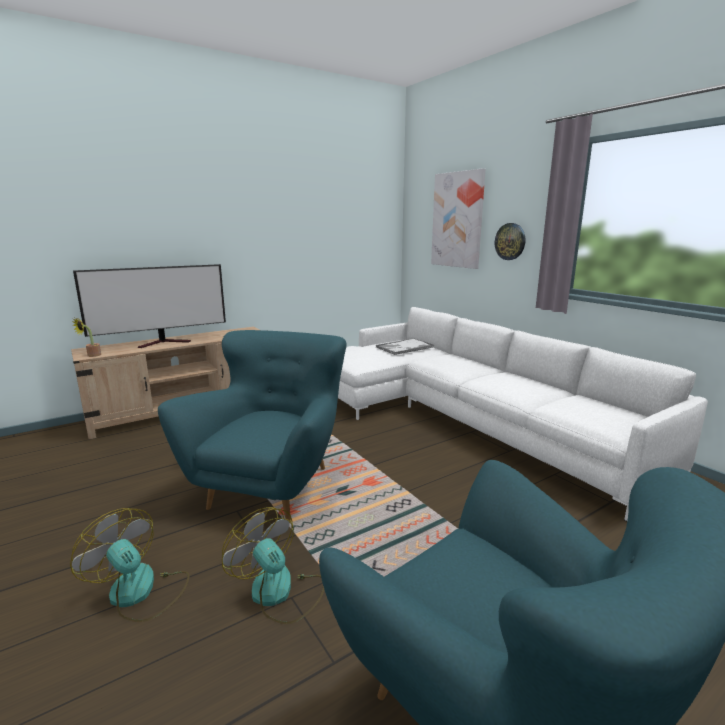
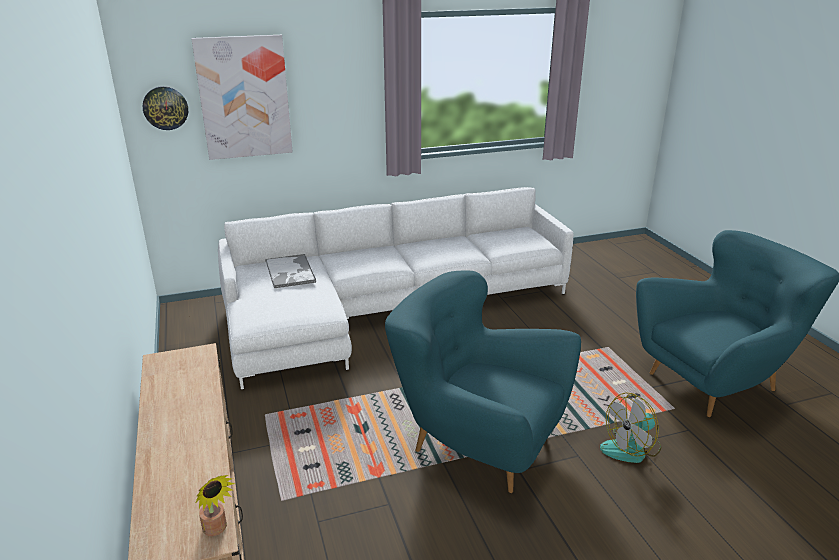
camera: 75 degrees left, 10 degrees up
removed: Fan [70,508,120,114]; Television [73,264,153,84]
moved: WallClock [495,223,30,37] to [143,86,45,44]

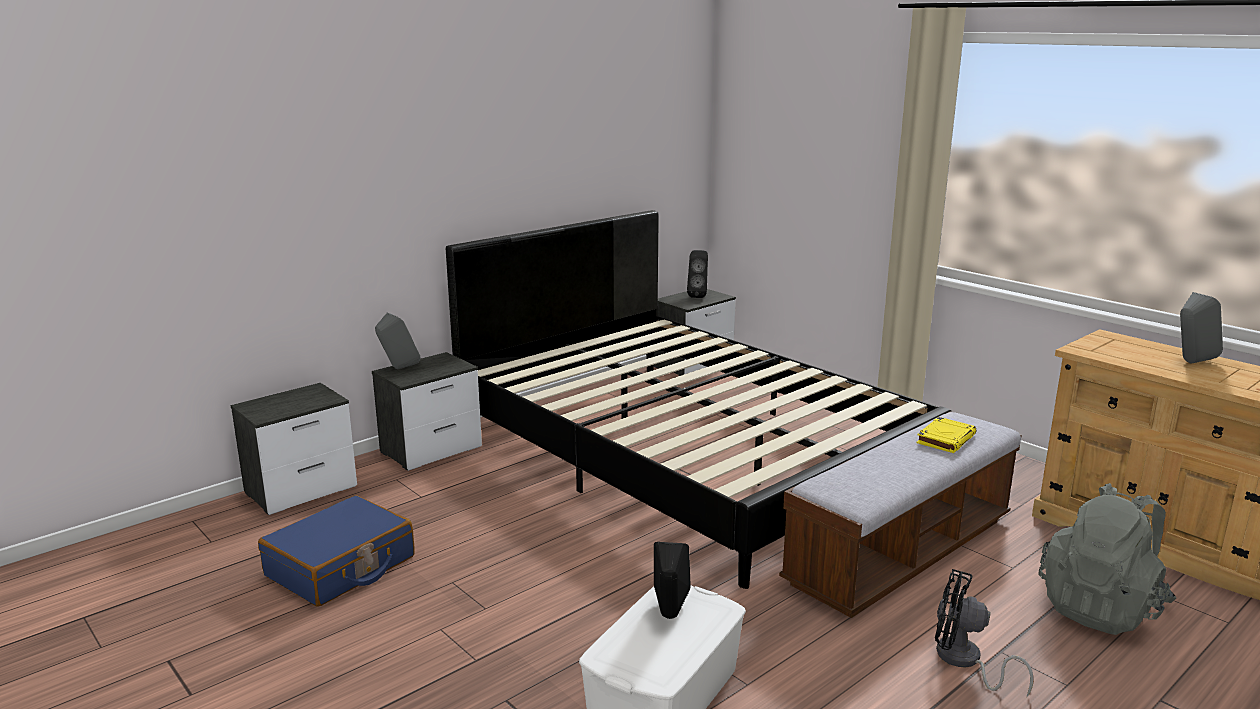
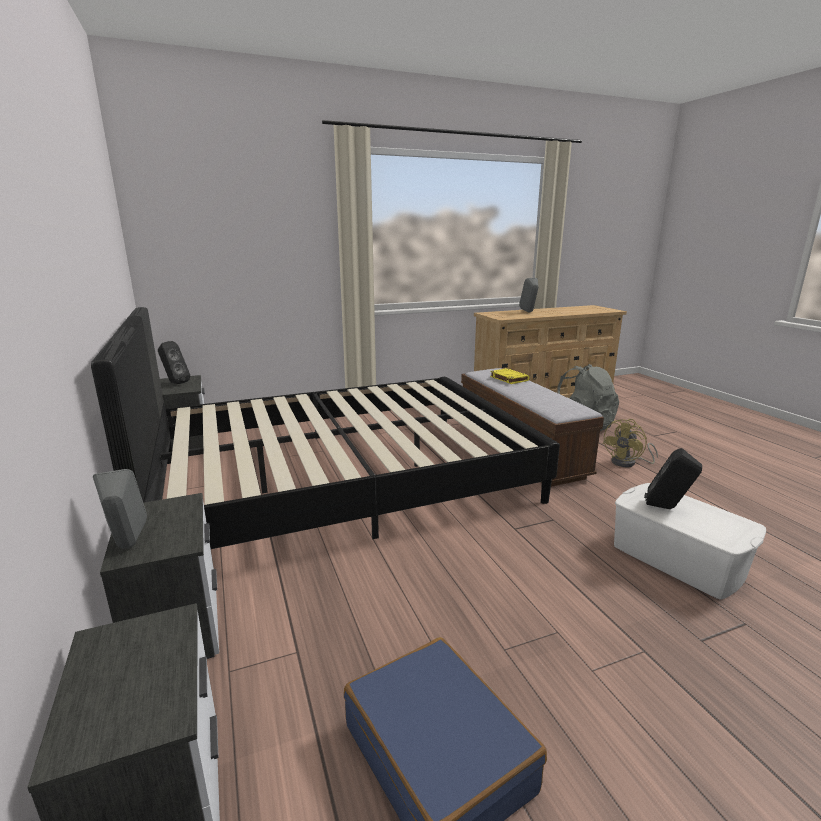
camera: 70 degrees left, 0 degrees up
recoloured: BlackishFan [935,569,99,128] to YellowColouredFan [602,419,56,48]

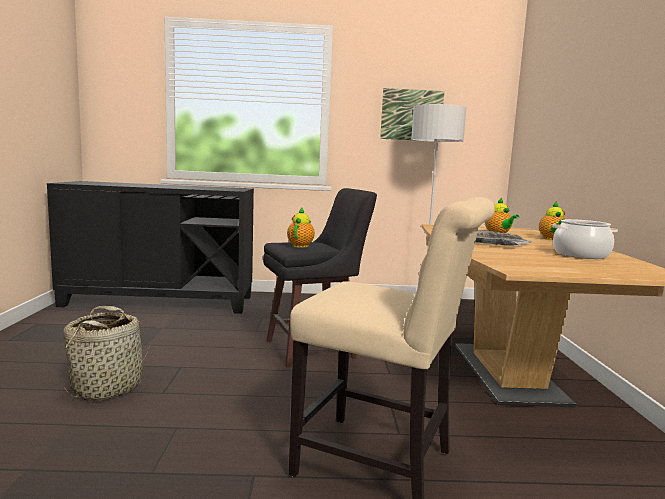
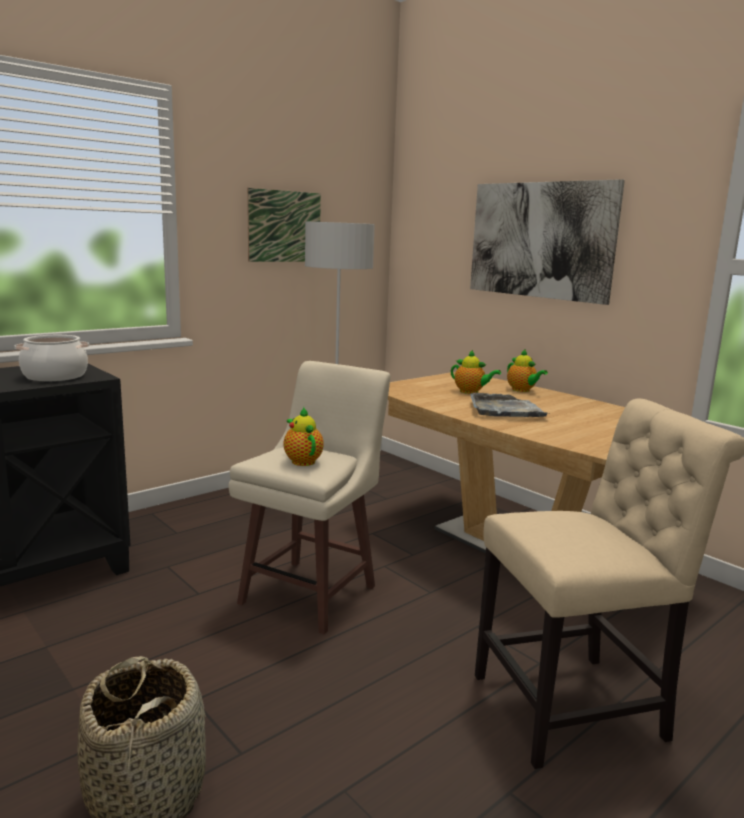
camera: 40 degrees left, 5 degrees up
added: WallArt [470,179,155,126]
moved: CookingPot [553,219,65,40] to [14,335,75,47]
recoloured: BlackishStoolSeat [263,188,114,179] to BeigeStoolSeat [228,361,162,273]

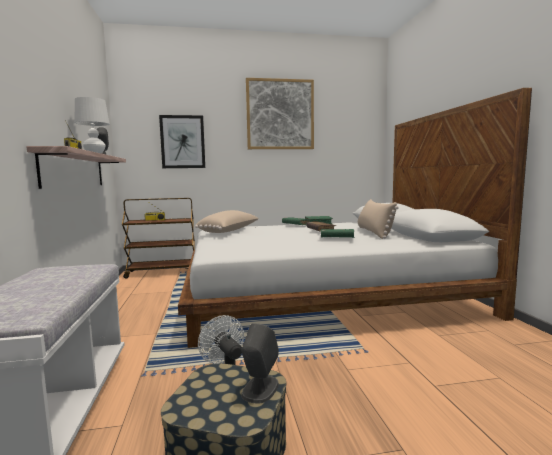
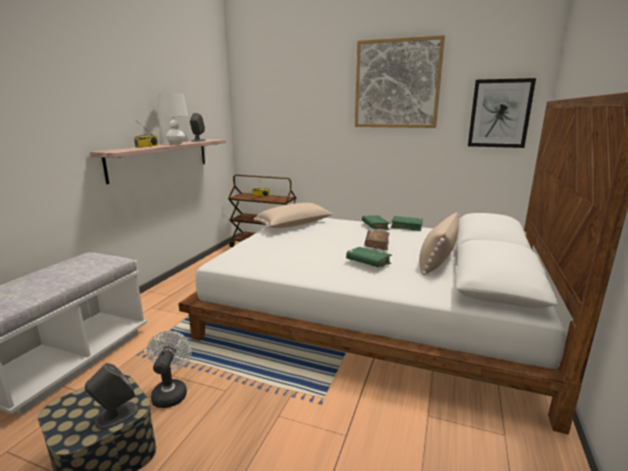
camera: 30 degrees right, 10 degrees up
moved: WallArt [159,115,46,53] to [468,78,68,70]

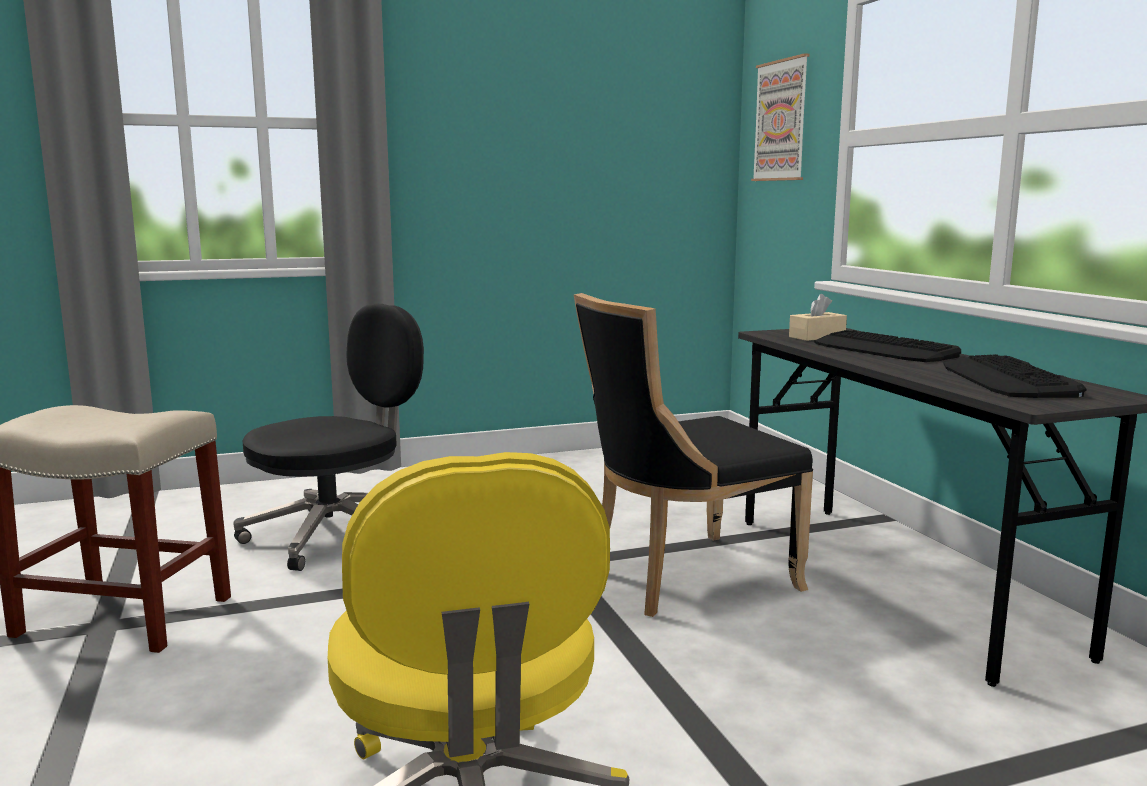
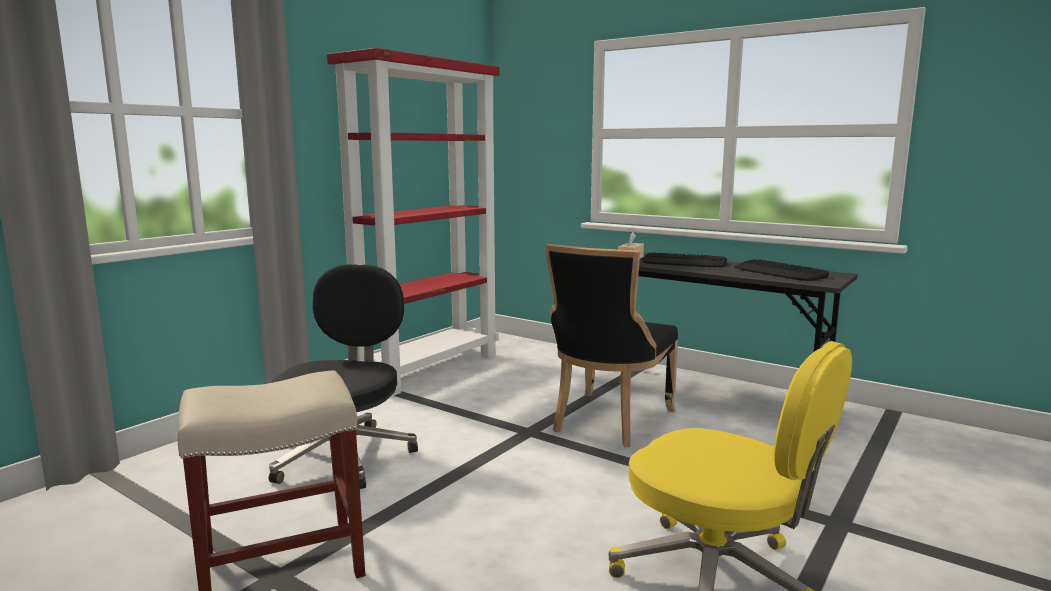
camera: 35 degrees left, 0 degrees up
removed: WallArt [751,53,59,128]
added: ReddishShelvingUnit [327,48,173,349]

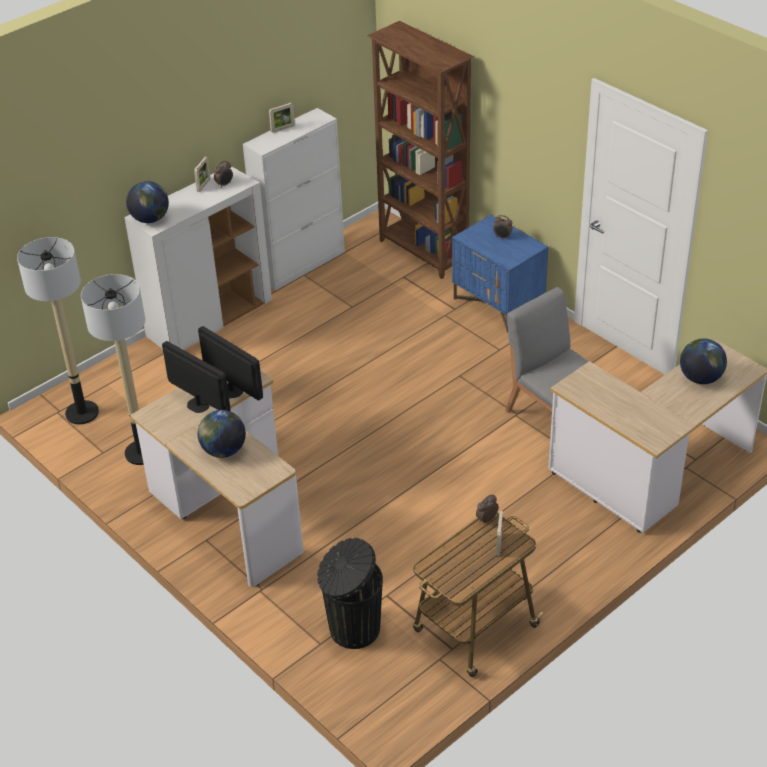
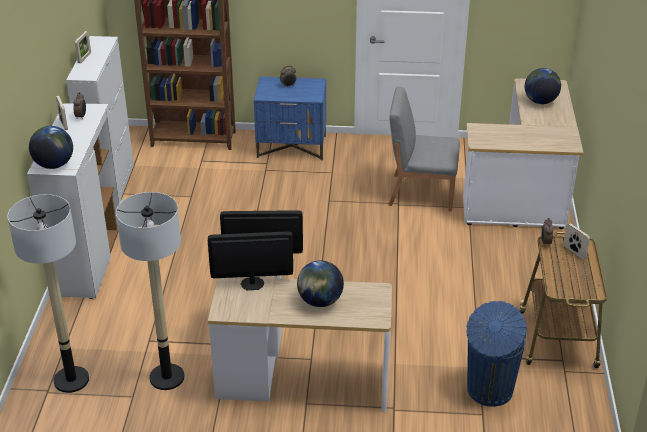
camera: 45 degrees left, 5 degrees down
recoloured: BlackishWasteBin [317,538,66,111] to BluishWasteBin [466,301,61,106]

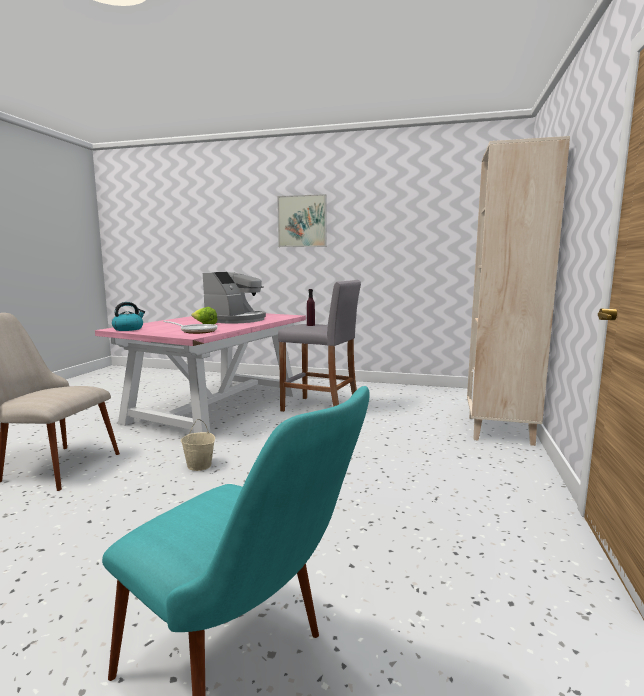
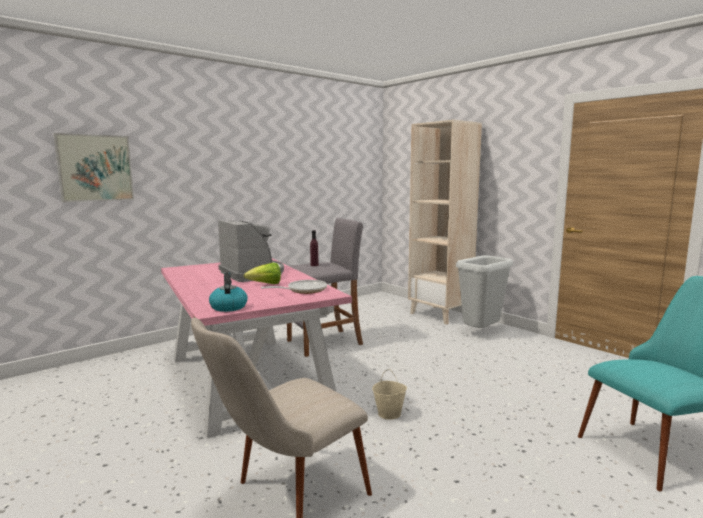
camera: 55 degrees left, 0 degrees up
added: GreyWasteBin [456,255,57,73]
moved: WallArt [277,194,50,53] to [54,133,80,69]

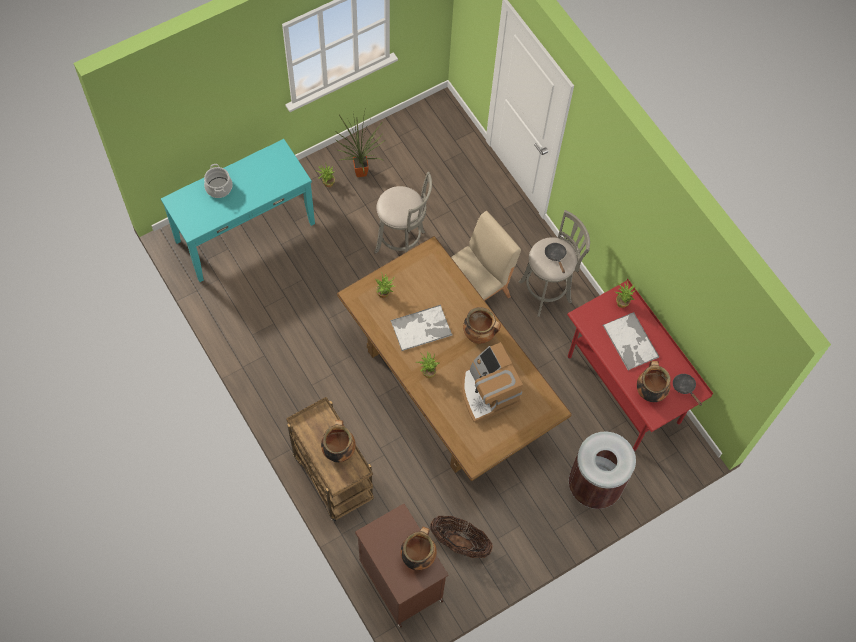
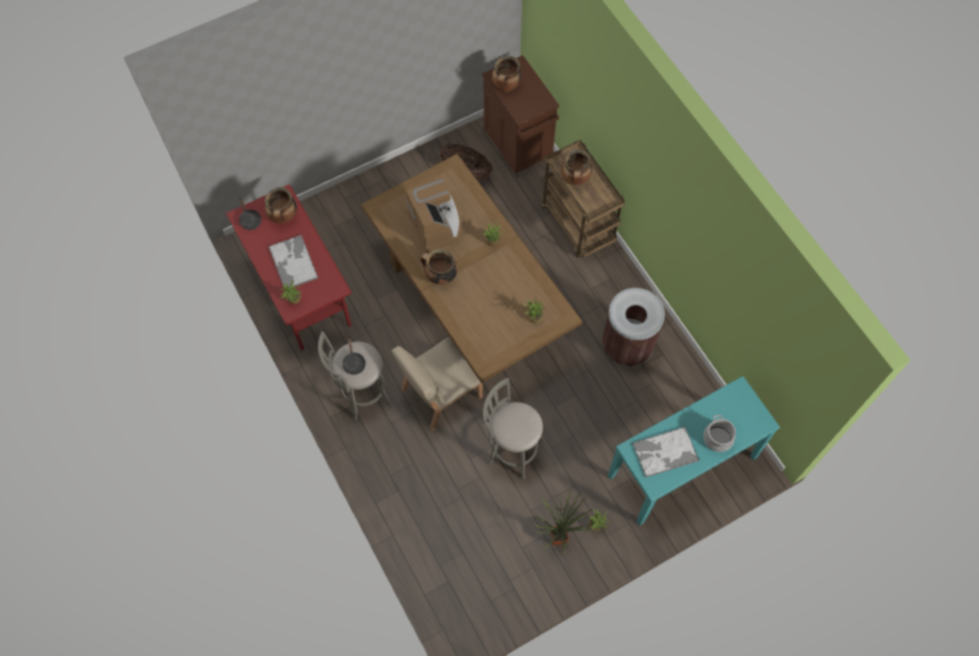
camera: 175 degrees left, 0 degrees up
moved: CarryingTray [390,305,62,46] to [633,427,66,50]; BrownishWasteBin [569,431,67,78] to [602,288,63,78]

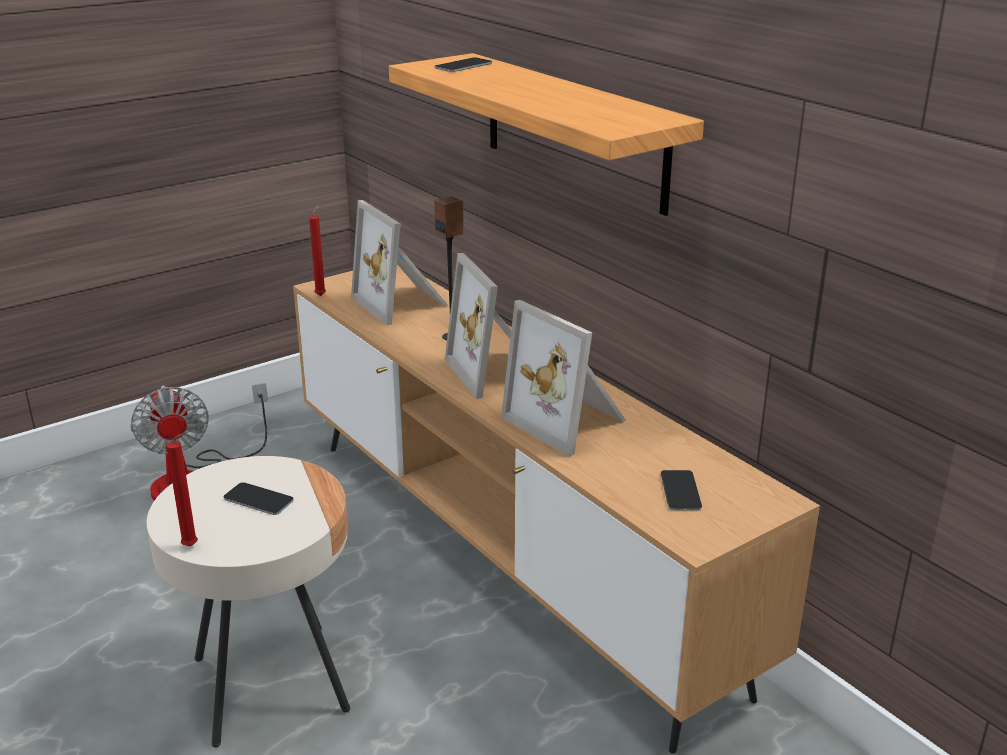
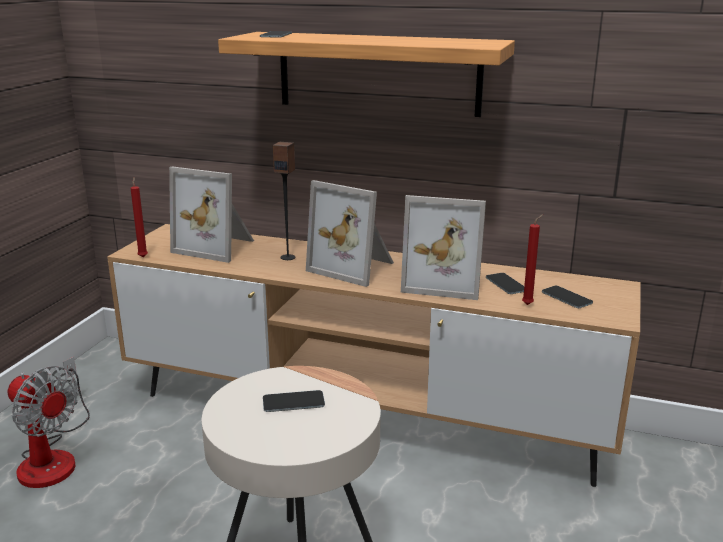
camera: 35 degrees left, 5 degrees down
added: Telephone [486,273,38,21]
moved: ReddishWaxLight [166,432,32,114] to [522,214,21,91]

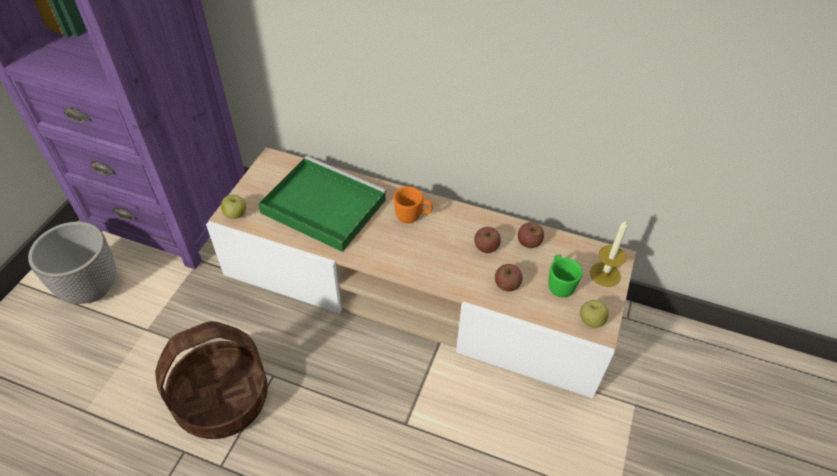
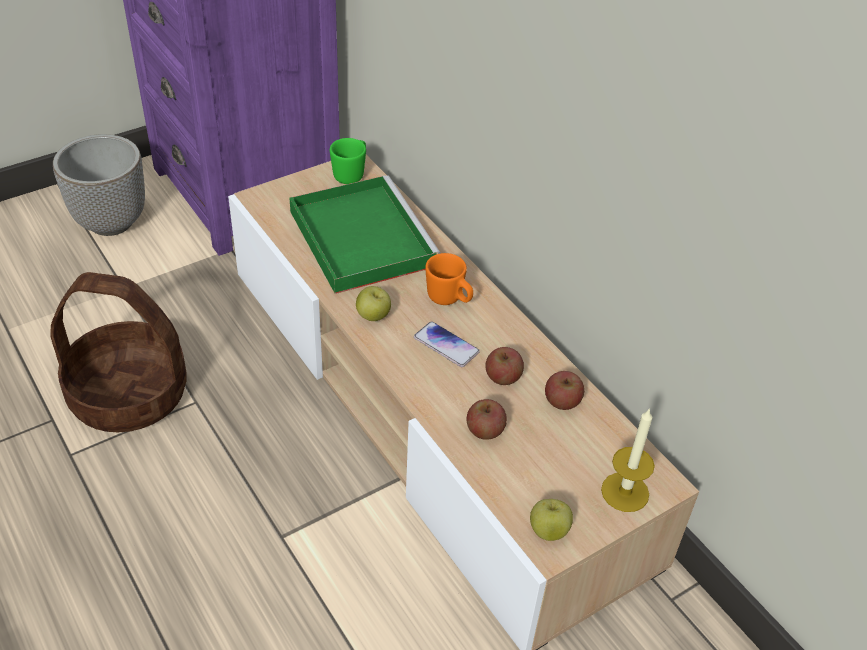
camera: 35 degrees right, 5 degrees down
added: Telephone [414,321,66,46]
moved: AppleFruit [221,195,25,24] to [356,286,35,35]; GreenishCoffeeMug [548,255,35,42] to [330,138,36,46]

